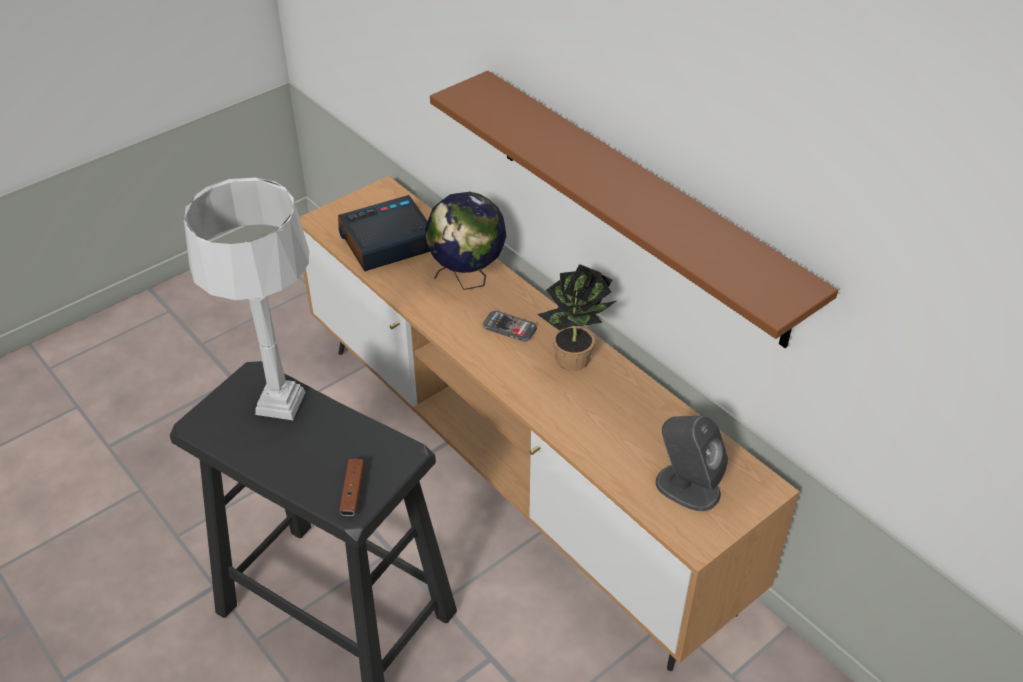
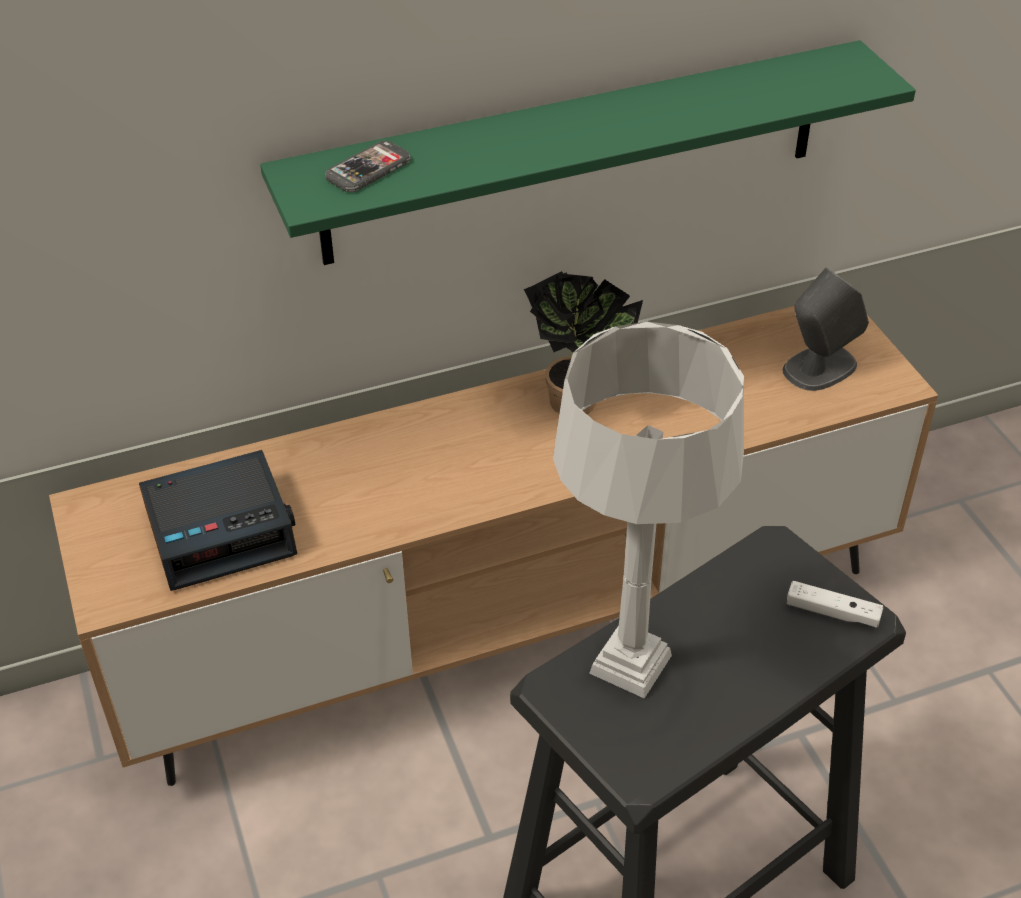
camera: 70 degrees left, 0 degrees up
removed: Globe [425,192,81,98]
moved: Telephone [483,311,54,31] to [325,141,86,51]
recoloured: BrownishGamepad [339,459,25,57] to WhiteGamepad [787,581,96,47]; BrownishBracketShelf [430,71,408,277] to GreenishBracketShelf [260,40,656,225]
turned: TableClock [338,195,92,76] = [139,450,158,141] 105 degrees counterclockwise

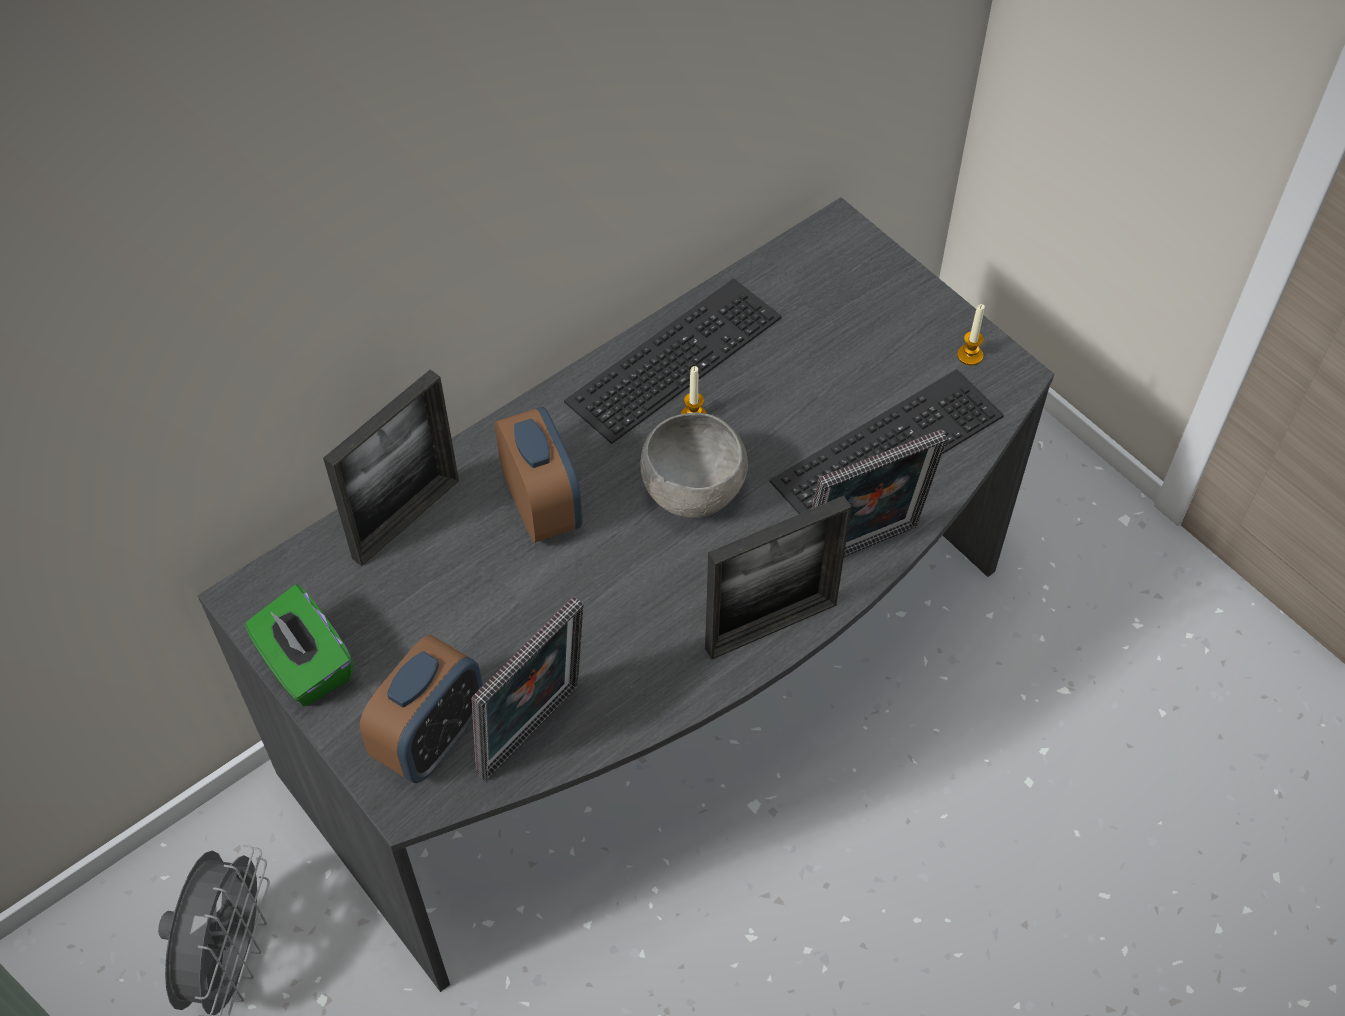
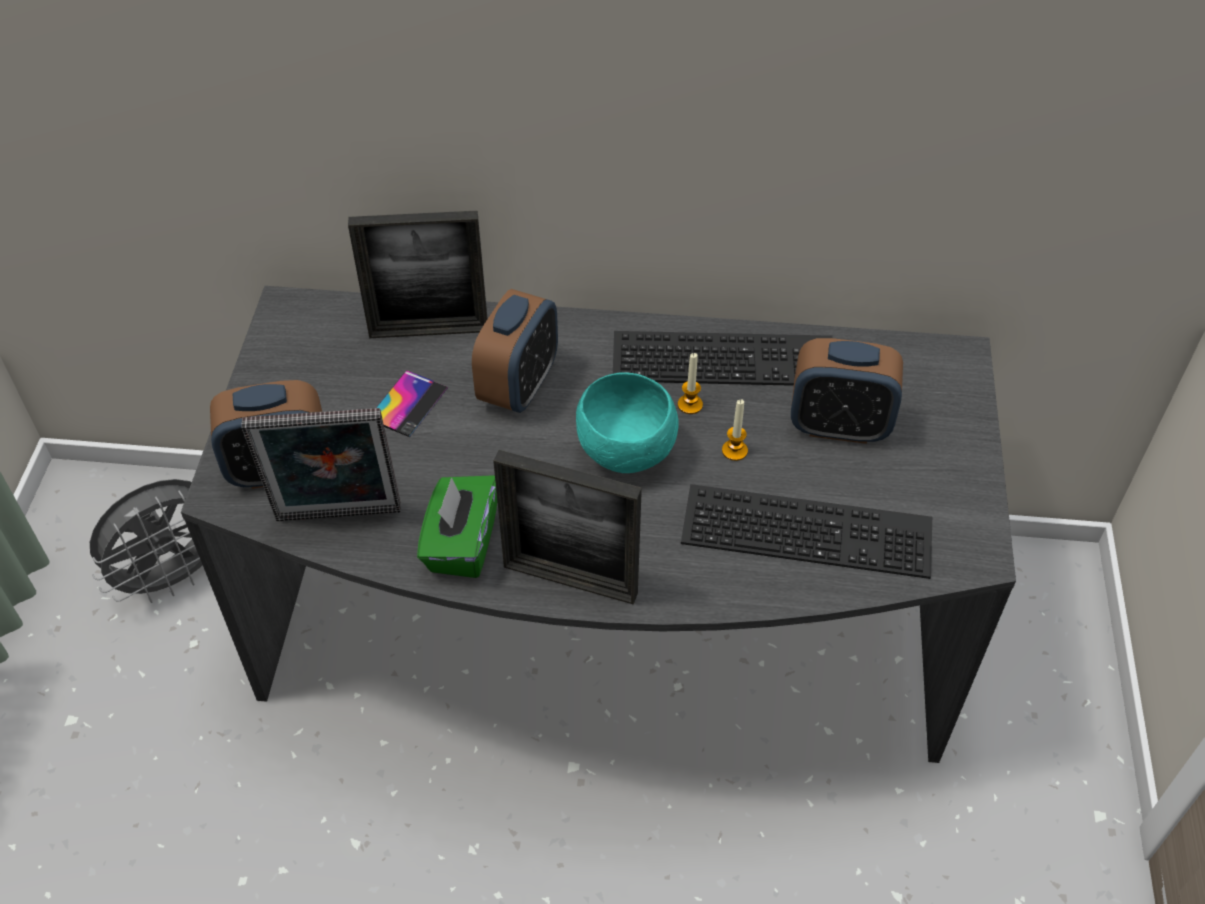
camera: 45 degrees right, 5 degrees down
removed: StandingFrame [812,430,135,127]
added: Telephone [376,370,72,67]; TableClock [791,338,112,106]
moved: GreenishBoxOfTissues [245,584,108,122] to [417,475,80,103]; WaxLight [957,304,28,61] to [722,399,26,62]
recoloured: GreyServingBowl [640,413,108,105] to BlueGreenServingBowl [576,372,103,101]

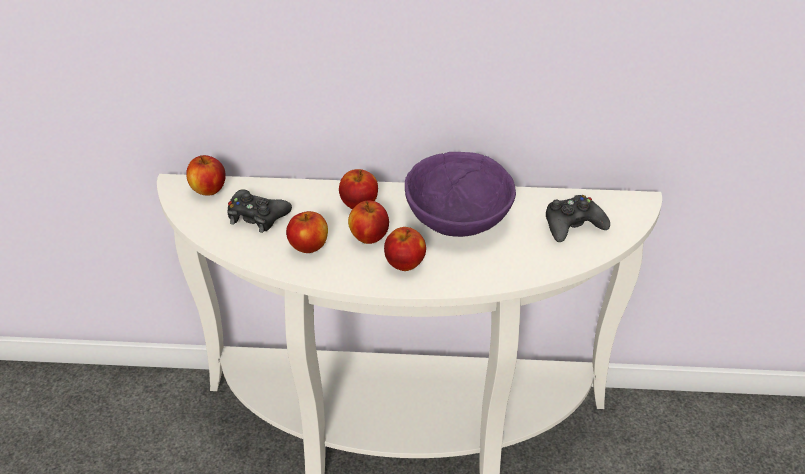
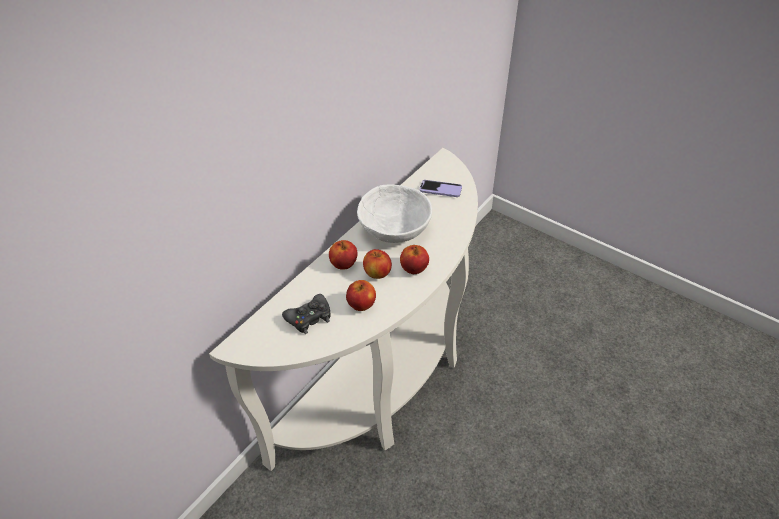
camera: 55 degrees left, 5 degrees up
removed: AppleFruit [186,155,40,40]
replaced: BlackishGamepad [546,195,64,47] to Telephone [419,180,43,17]
recoloured: PurpleColouredServingBowl [405,152,111,85] to WhiteServingBowl [357,184,75,59]

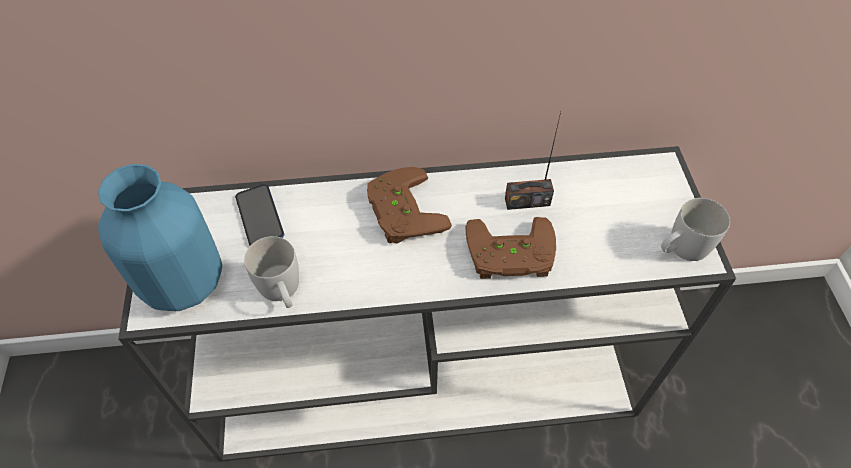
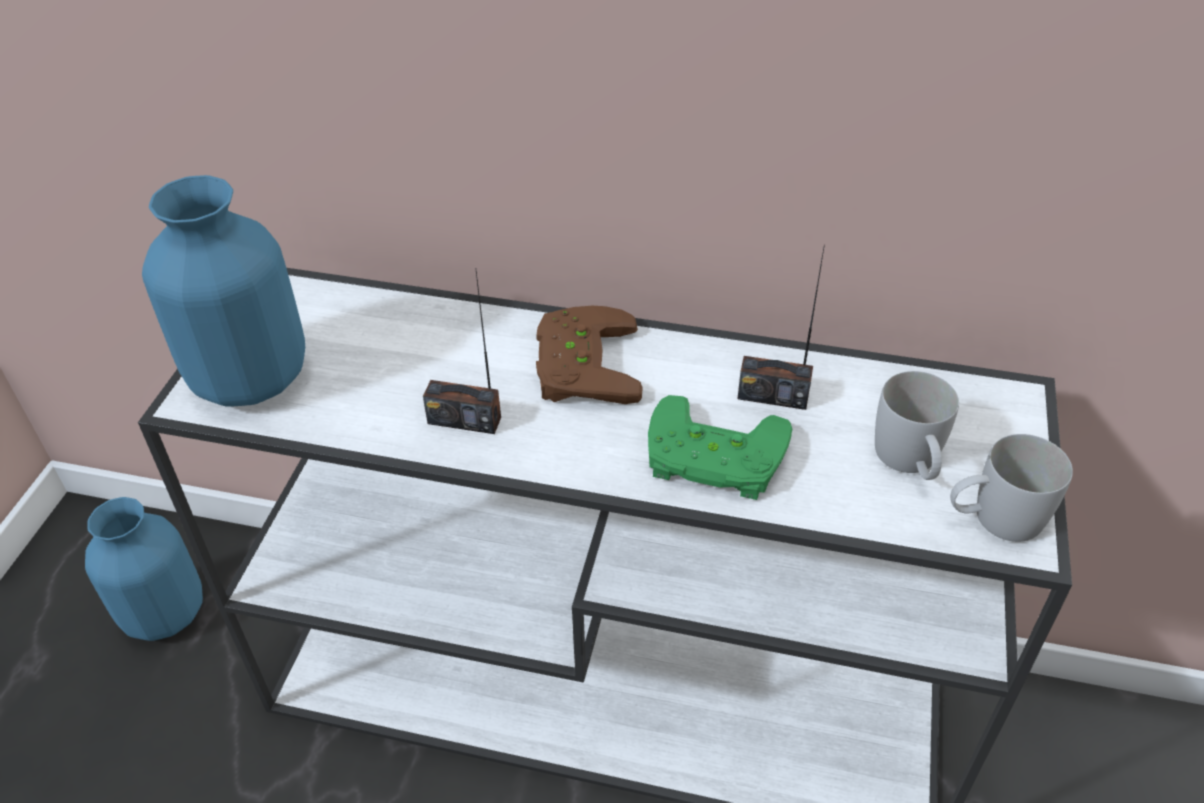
camera: 20 degrees right, 10 degrees down
removed: Telephone [235,184,49,62]
added: BluishFlowerVase [85,497,118,144]; RadioSet [423,272,78,162]
moved: WhiteCoffeeMug [244,236,55,72] to [875,371,84,109]
recoloured: BrownishGamepad [465,217,91,62] to GreenishGamepad [648,395,144,105]

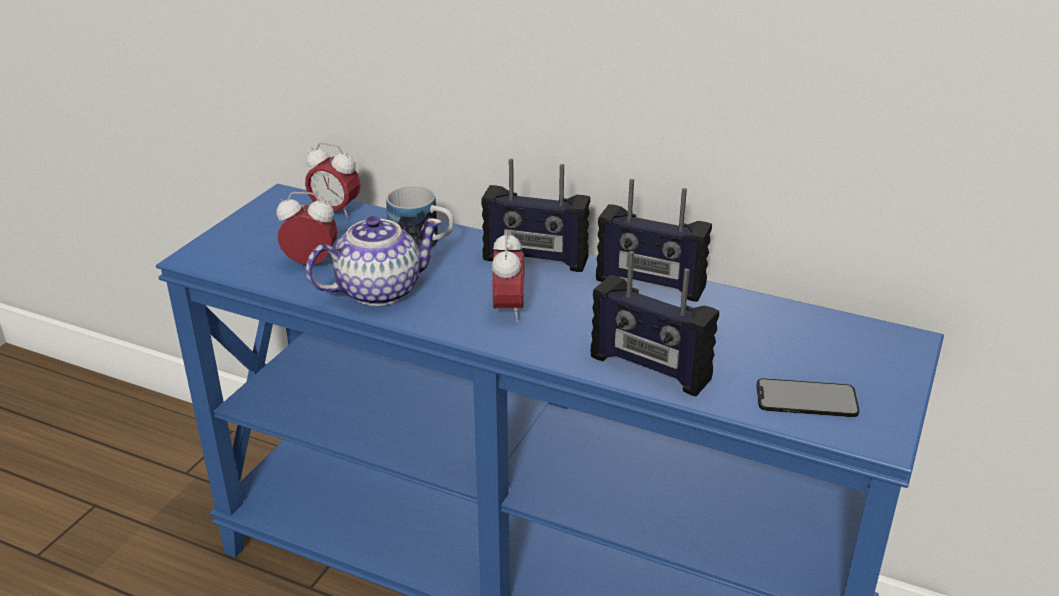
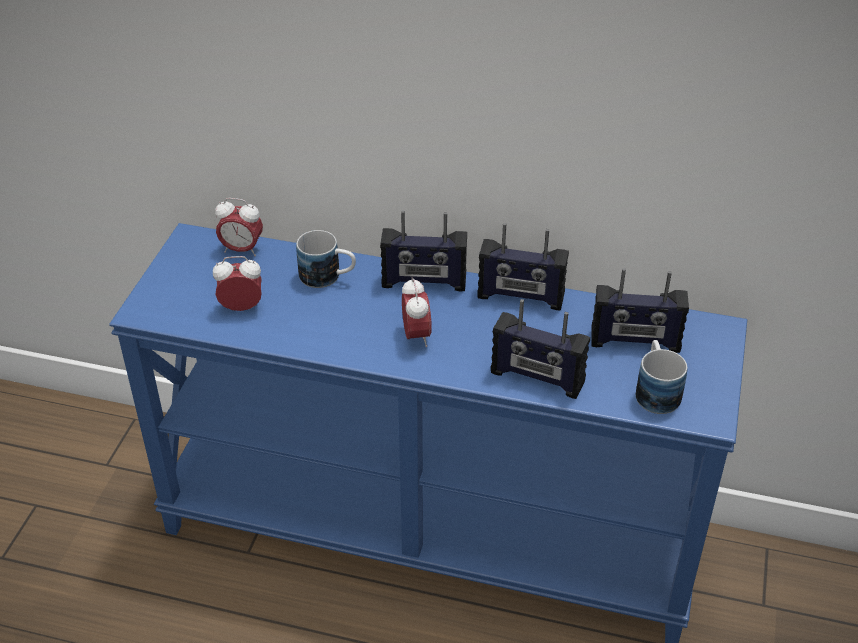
camera: 10 degrees left, 10 degrees up
removed: PotForTea [306,216,136,90]
added: RadioSet [592,268,97,85]
replaced: Telephone [757,378,103,39] to CoffeeMug [635,340,53,74]

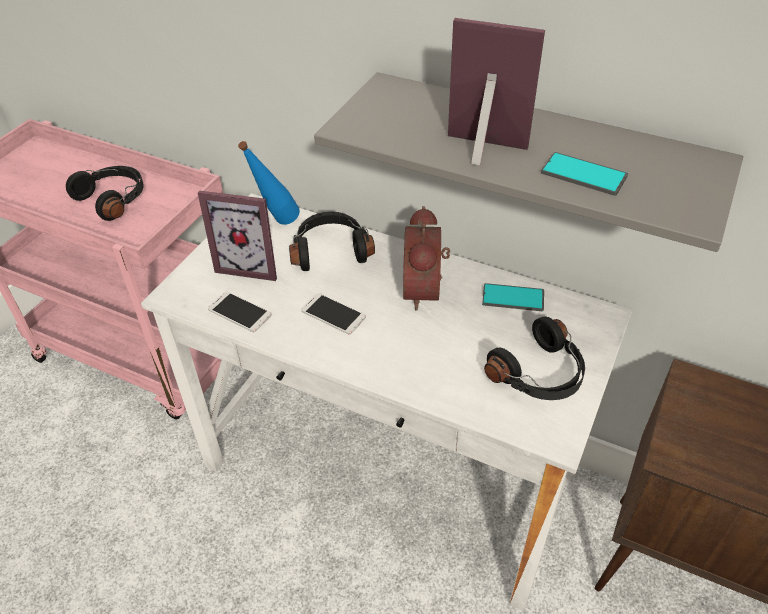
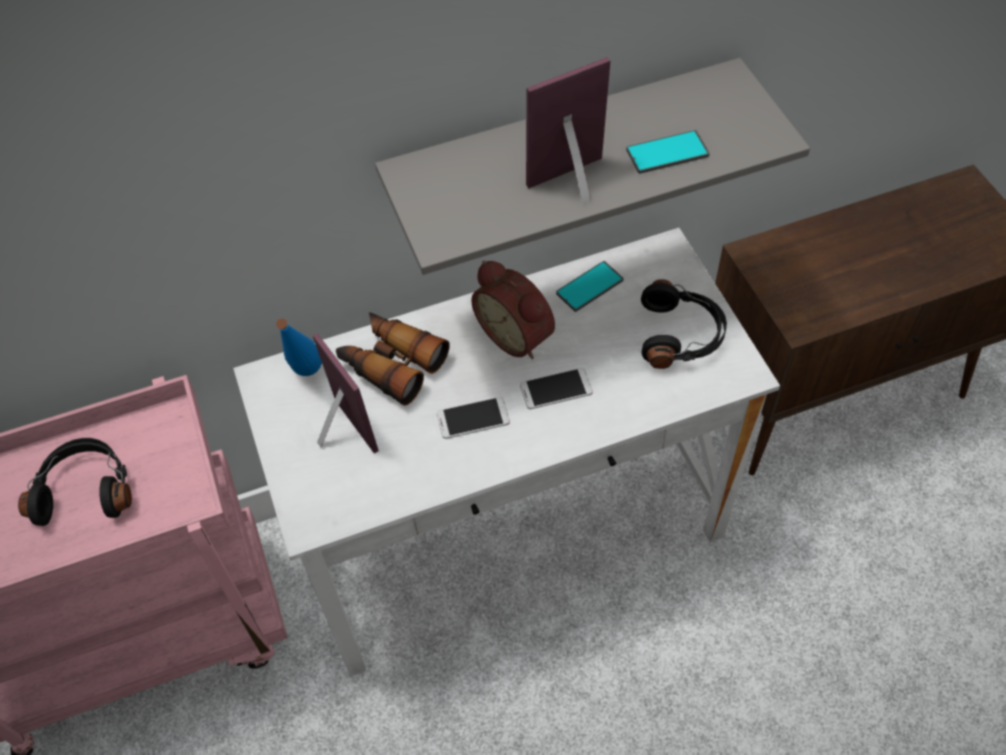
camera: 45 degrees left, 10 degrees up
moved: Telephone [208,292,64,40] to [520,368,73,41]
replaced: BlackishHeadset [289,211,86,60] to Binoculars [336,312,114,94]
turned: StandingFrame [198,191,79,90] = [313,333,66,121] 90 degrees counterclockwise

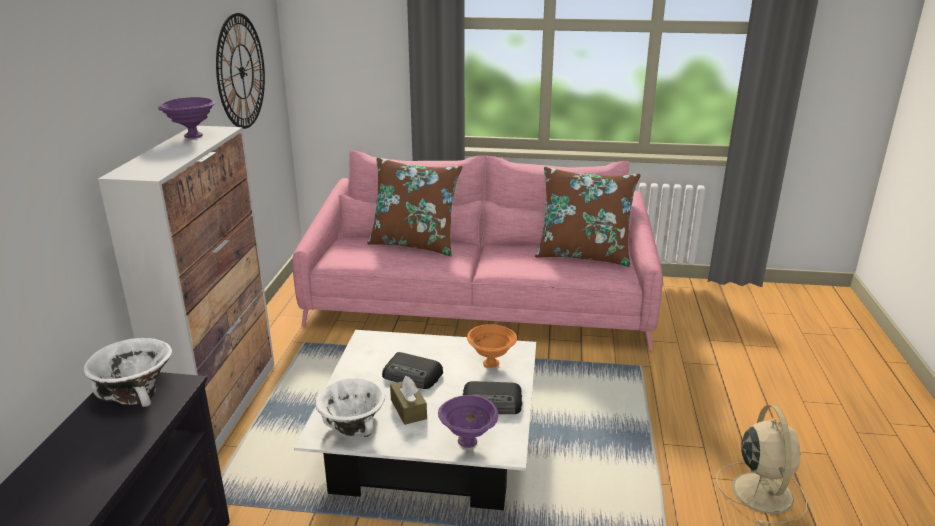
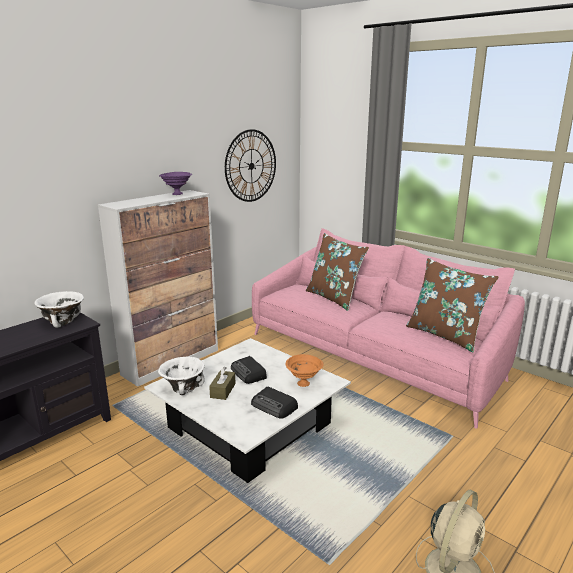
camera: 35 degrees right, 5 degrees down
removed: PurpleColouredServingBowl [438,395,60,53]

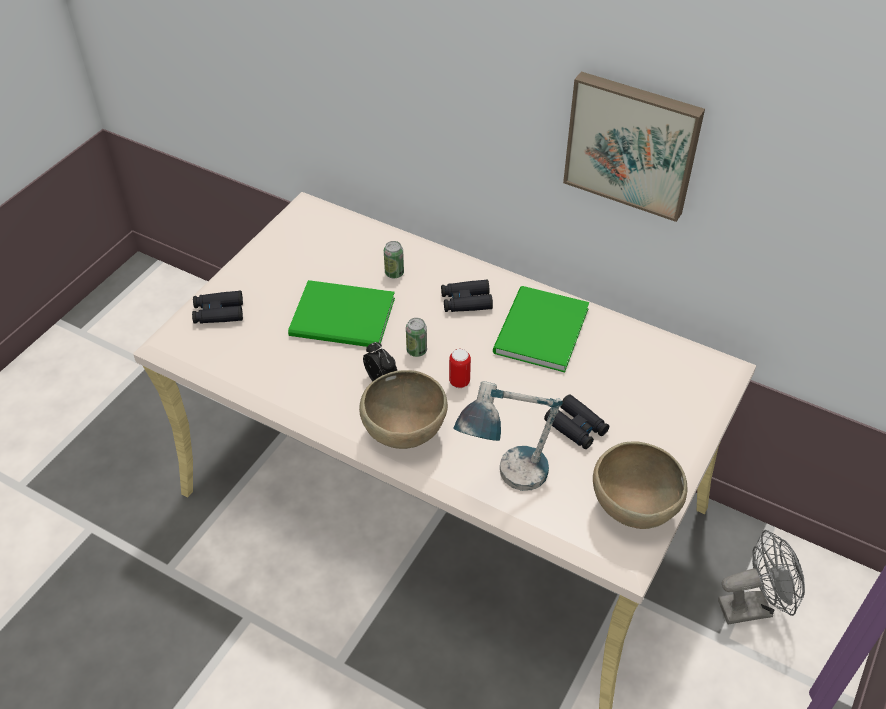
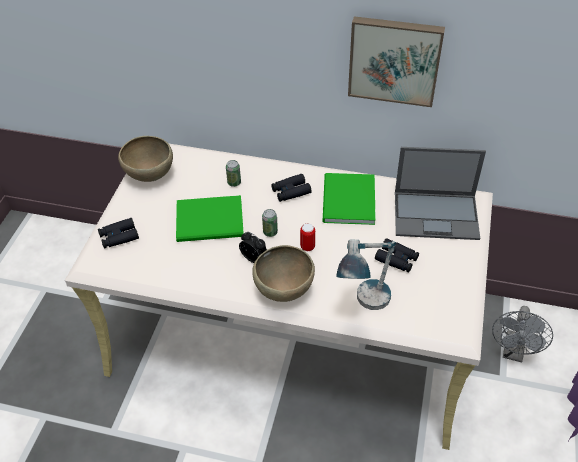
camera: 15 degrees left, 0 degrees up
added: PortableComputer [395,147,91,93]
moved: BrownishServingBowl [593,441,94,88] to [118,136,55,46]
turned: GreyFan [718,530,87,94] = [492,306,61,57] 135 degrees clockwise

